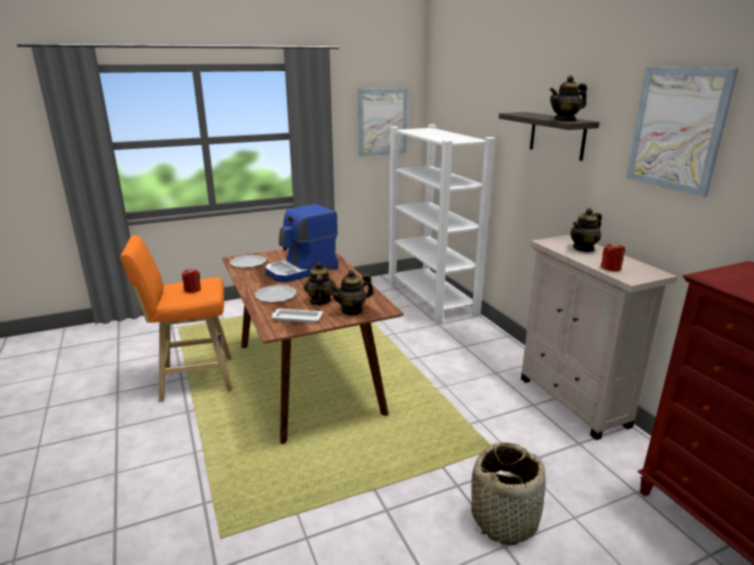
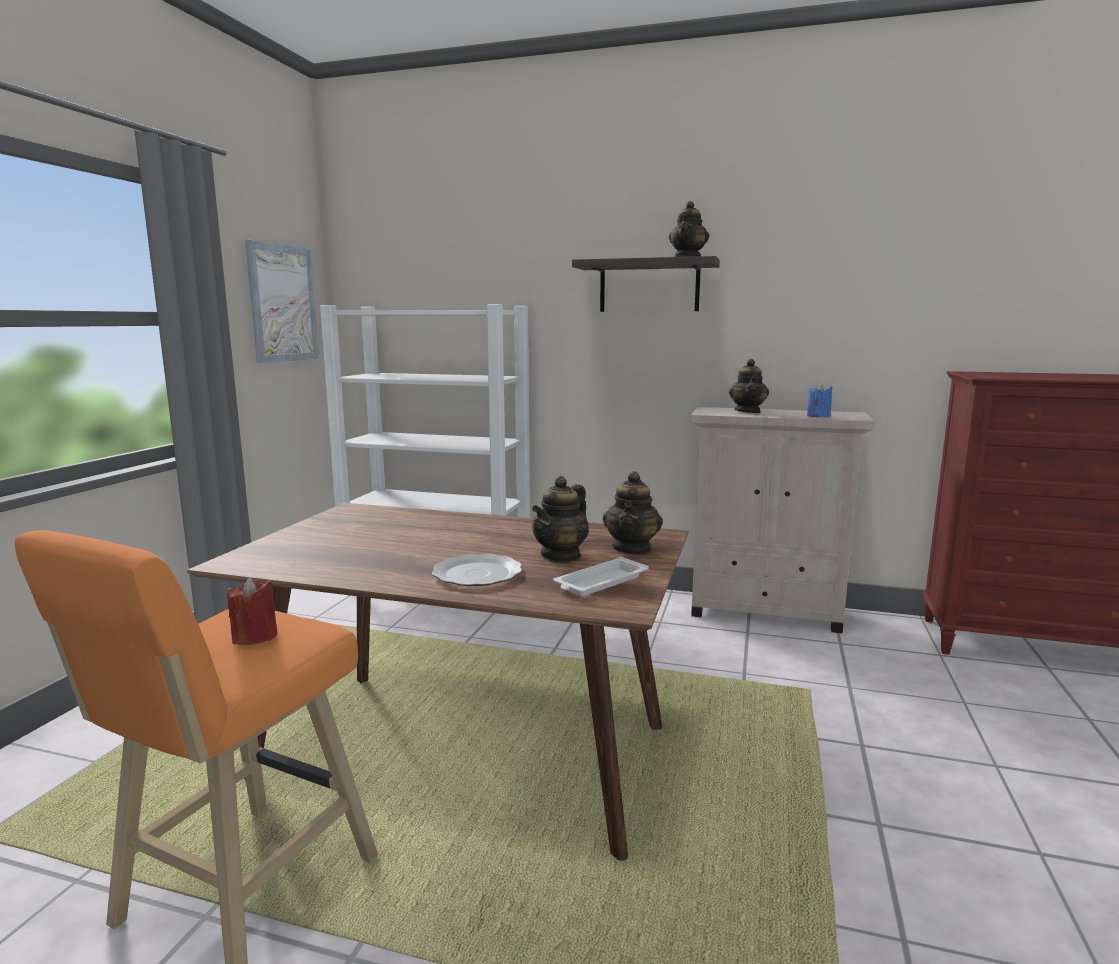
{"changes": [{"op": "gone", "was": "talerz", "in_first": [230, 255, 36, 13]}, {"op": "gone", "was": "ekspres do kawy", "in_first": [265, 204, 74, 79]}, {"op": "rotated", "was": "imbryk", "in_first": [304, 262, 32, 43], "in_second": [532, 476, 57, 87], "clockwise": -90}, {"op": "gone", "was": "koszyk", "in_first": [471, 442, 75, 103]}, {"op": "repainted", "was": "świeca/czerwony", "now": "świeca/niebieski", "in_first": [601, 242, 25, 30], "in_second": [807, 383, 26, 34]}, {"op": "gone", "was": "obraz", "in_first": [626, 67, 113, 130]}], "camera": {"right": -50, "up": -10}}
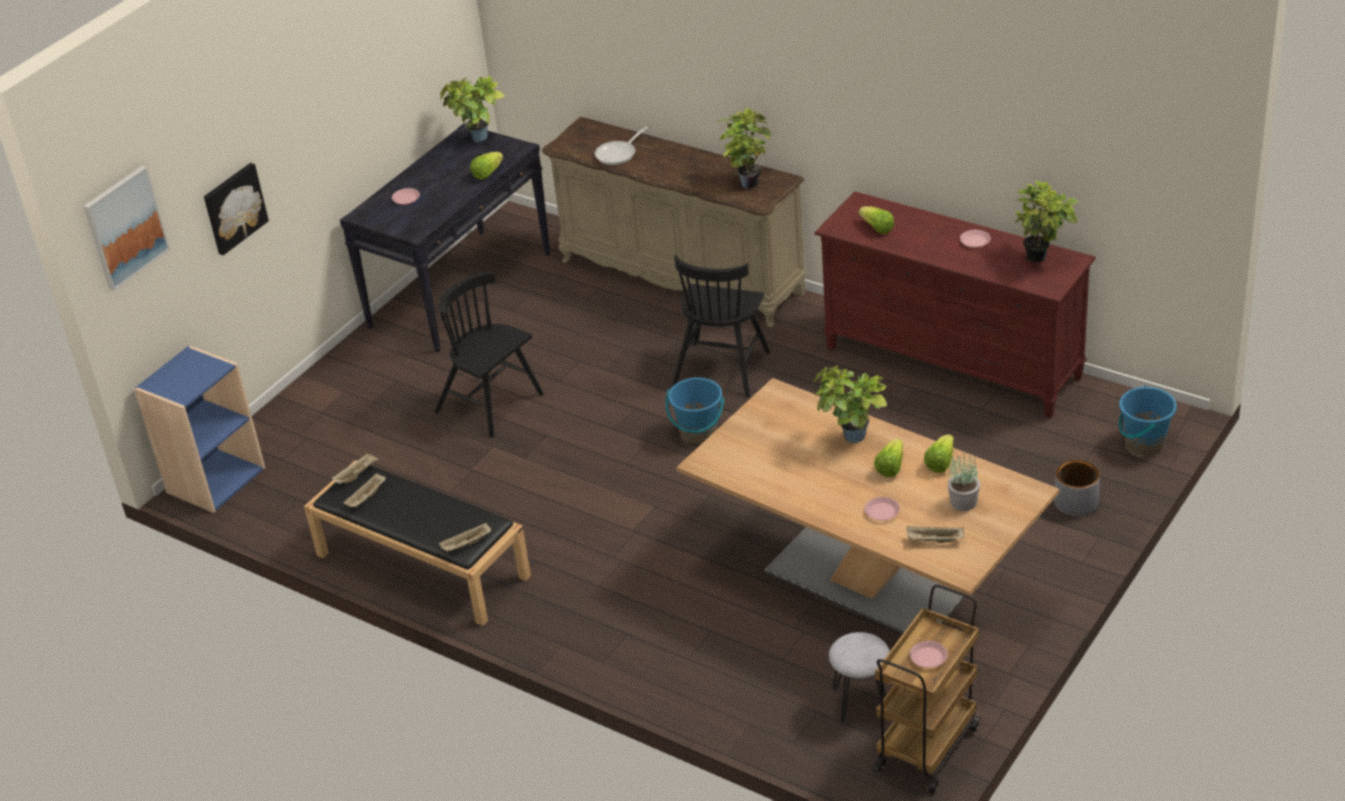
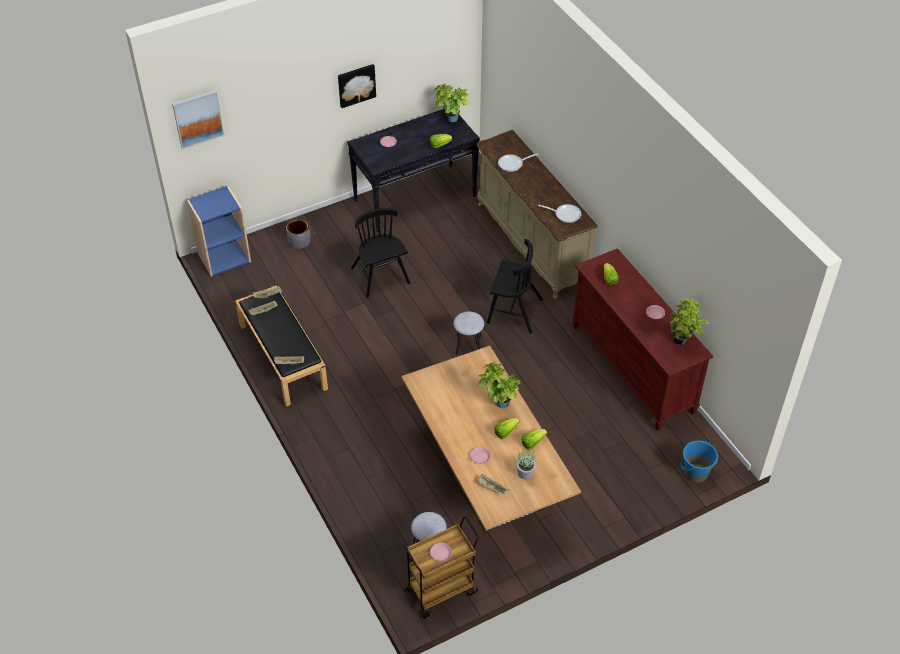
{"changes": [{"op": "shifted", "was": "obraz", "in_first": [204, 163, 65, 92], "in_second": [338, 64, 38, 44]}, {"op": "swapped", "was": "wiadro/niebieski", "now": "stołek/szary", "in_first": [665, 378, 60, 66], "in_second": [453, 311, 31, 44]}, {"op": "rotated", "was": "krzesło/czarny", "in_first": [672, 255, 98, 143], "in_second": [487, 239, 56, 94], "clockwise": -120}, {"op": "swapped", "was": "roślina doniczkowa", "now": "patelnia", "in_first": [718, 107, 53, 82], "in_second": [539, 204, 42, 19]}, {"op": "shifted", "was": "donica/szary", "in_first": [1054, 460, 46, 56], "in_second": [286, 219, 25, 30]}], "camera": {"right": 25, "up": 10}}
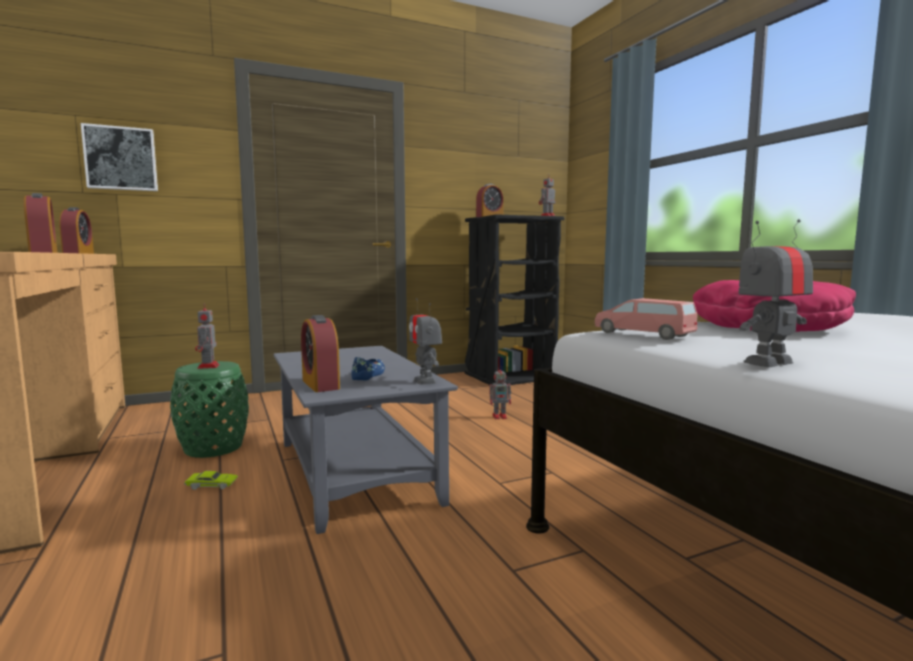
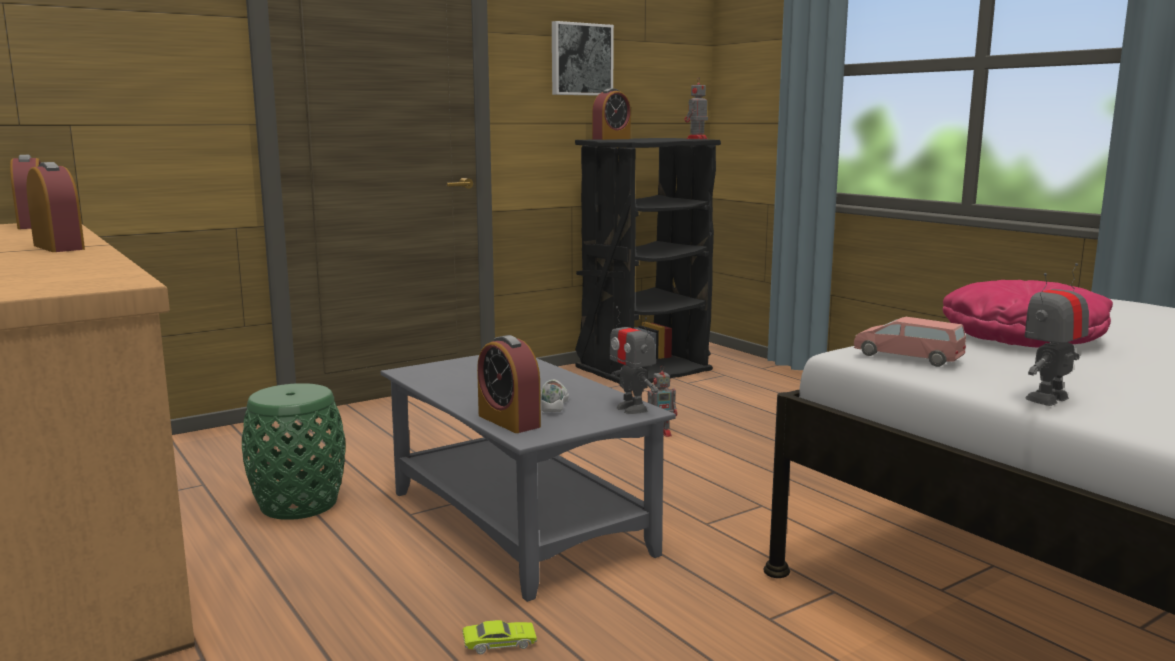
{"changes": [{"op": "shifted", "was": "obraz", "in_first": [81, 123, 77, 68], "in_second": [552, 21, 62, 75]}, {"op": "shifted", "was": "samochodzik/zielony", "in_first": [184, 471, 54, 19], "in_second": [462, 620, 75, 35]}, {"op": "gone", "was": "robot zabawkowy", "in_first": [195, 303, 25, 66]}, {"op": "repainted", "was": "but/niebieski", "now": "but/biały", "in_first": [351, 357, 34, 23], "in_second": [541, 380, 28, 32]}], "camera": {"right": -10, "up": 5}}
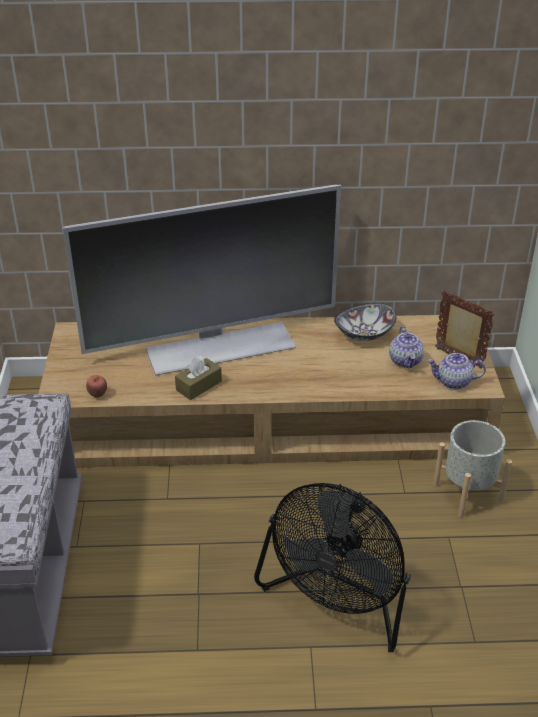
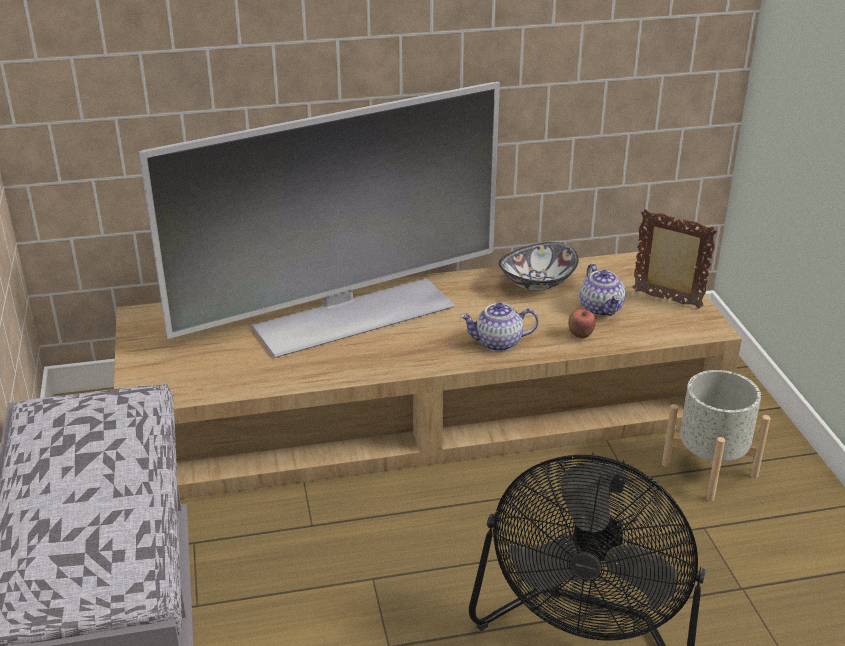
{"changes": [{"op": "shifted", "was": "jabłko", "in_first": [86, 375, 21, 22], "in_second": [568, 309, 28, 30]}, {"op": "gone", "was": "pudełko chusteczek/brązowy", "in_first": [175, 356, 47, 44]}, {"op": "shifted", "was": "imbryk", "in_first": [427, 353, 59, 36], "in_second": [460, 302, 79, 50]}], "camera": {"right": -10, "up": -5}}
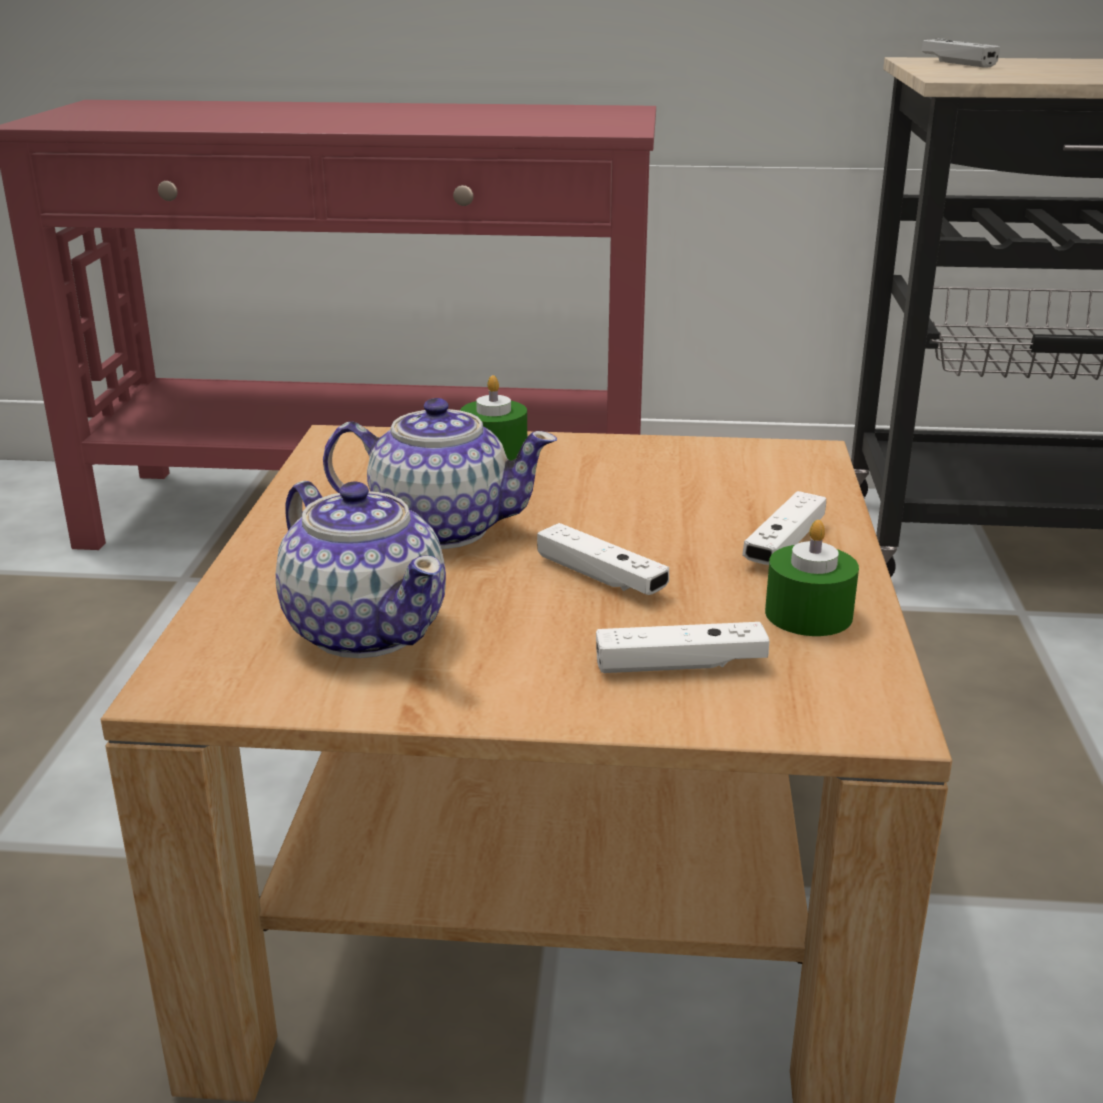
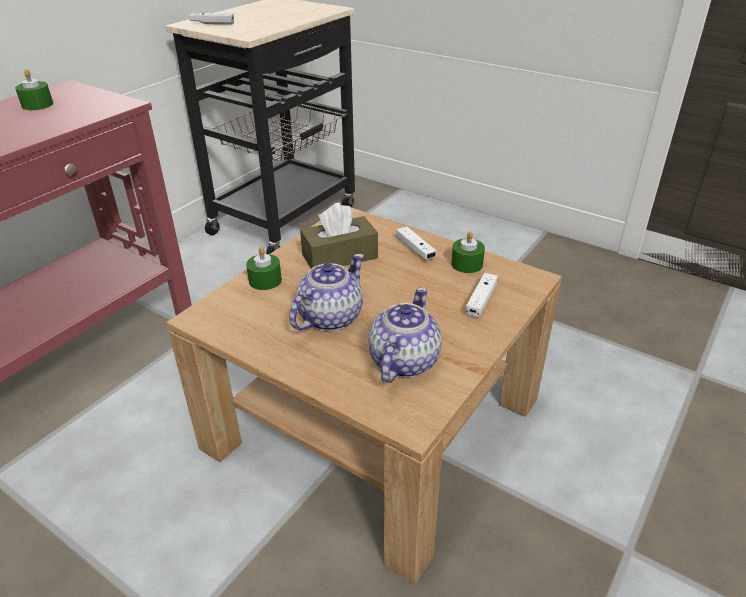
{"changes": [{"op": "rotated", "was": "imbryk", "in_first": [276, 481, 170, 177], "in_second": [368, 287, 74, 96], "clockwise": -60}, {"op": "gone", "was": "pad do gier/biały", "in_first": [537, 523, 132, 72]}, {"op": "new", "now": "świeca/zielony", "in_second": [15, 69, 38, 41]}, {"op": "new", "now": "pudełko chusteczek/brązowy", "in_second": [300, 203, 78, 66]}], "camera": {"right": -60, "up": 10}}
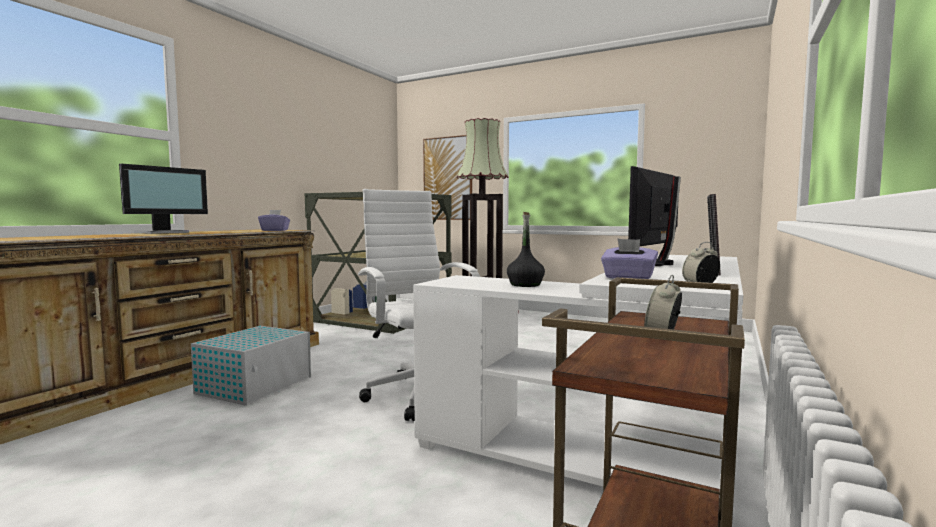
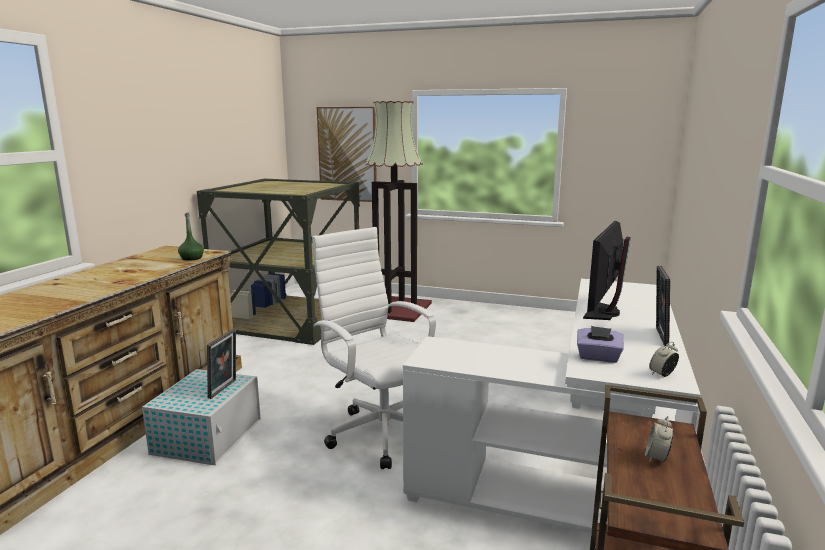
{"changes": [{"op": "gone", "was": "monitor", "in_first": [119, 164, 89, 70]}, {"op": "swapped", "was": "pudełko chusteczek/fioletowy", "now": "butelka/zielony", "in_first": [258, 210, 32, 21], "in_second": [178, 212, 26, 49]}, {"op": "gone", "was": "butelka/czarny", "in_first": [507, 212, 38, 75]}, {"op": "new", "now": "ramka na zdjęcie", "in_second": [207, 329, 29, 70]}], "camera": {"right": -10, "up": 10}}
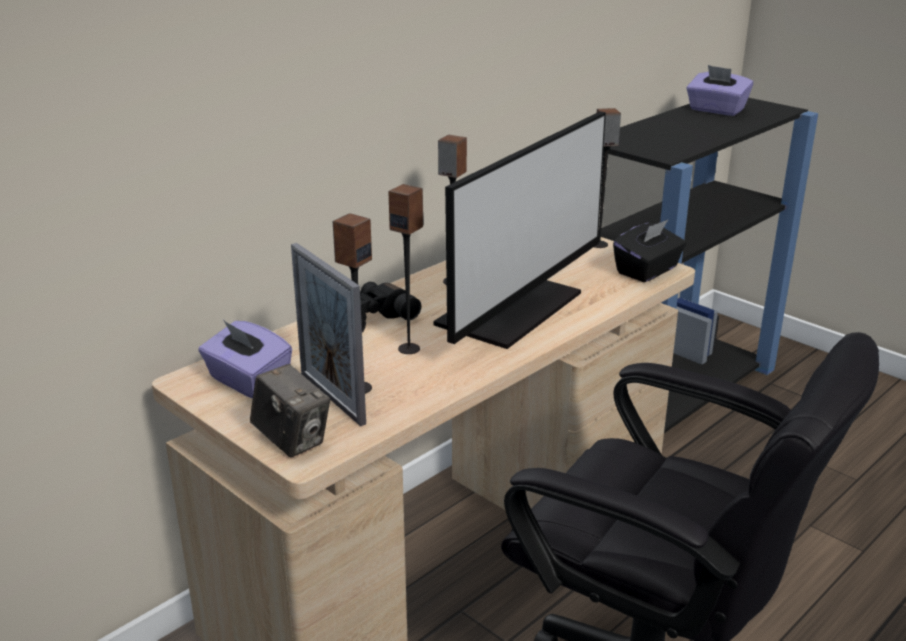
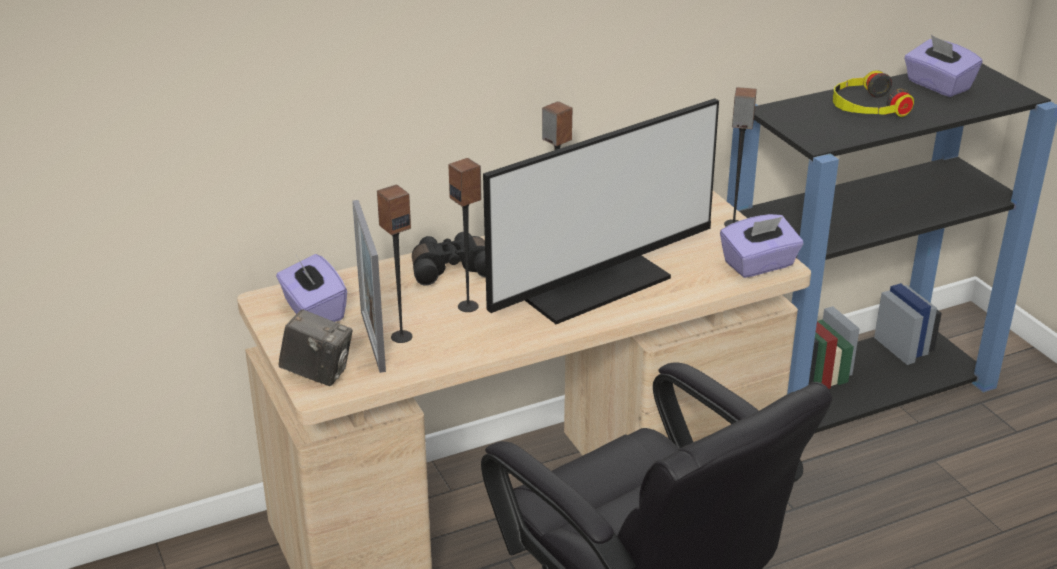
{"changes": [{"op": "rotated", "was": "aparat fotograficzny", "in_first": [250, 364, 80, 93], "in_second": [279, 309, 74, 77], "clockwise": -45}, {"op": "repainted", "was": "pudełko chusteczek/czarny", "now": "pudełko chusteczek/fioletowy", "in_first": [613, 220, 73, 62], "in_second": [720, 214, 83, 64]}, {"op": "new", "now": "słuchawki", "in_second": [833, 70, 81, 47]}], "camera": {"right": 20, "up": 5}}
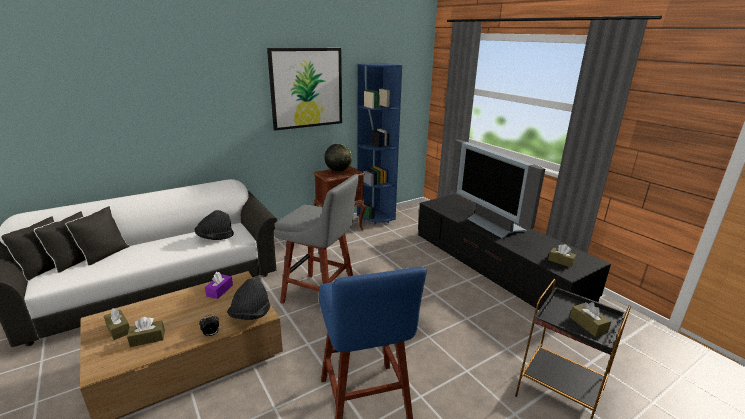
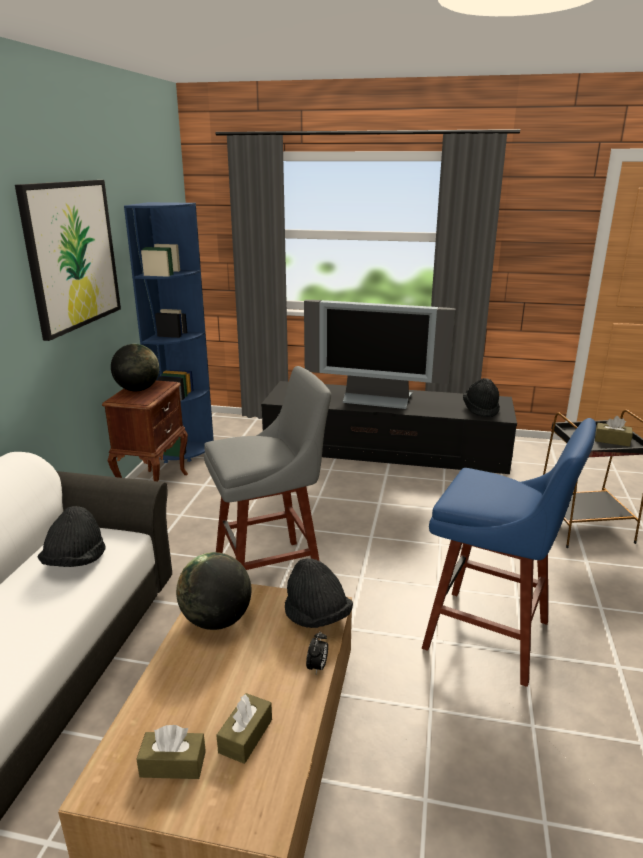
{"changes": [{"op": "swapped", "was": "pudełko chusteczek/fioletowy", "now": "globus", "in_first": [205, 272, 28, 27], "in_second": [176, 552, 76, 78]}, {"op": "swapped", "was": "pudełko chusteczek/brązowy", "now": "kapelusz/czarny", "in_first": [548, 244, 28, 23], "in_second": [463, 378, 37, 39]}], "camera": {"right": -45, "up": 0}}
